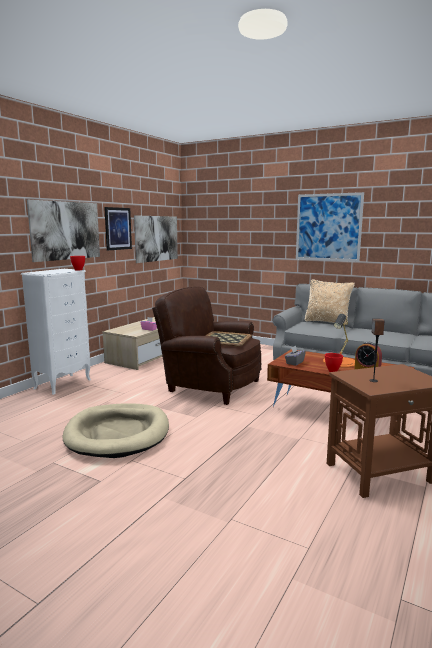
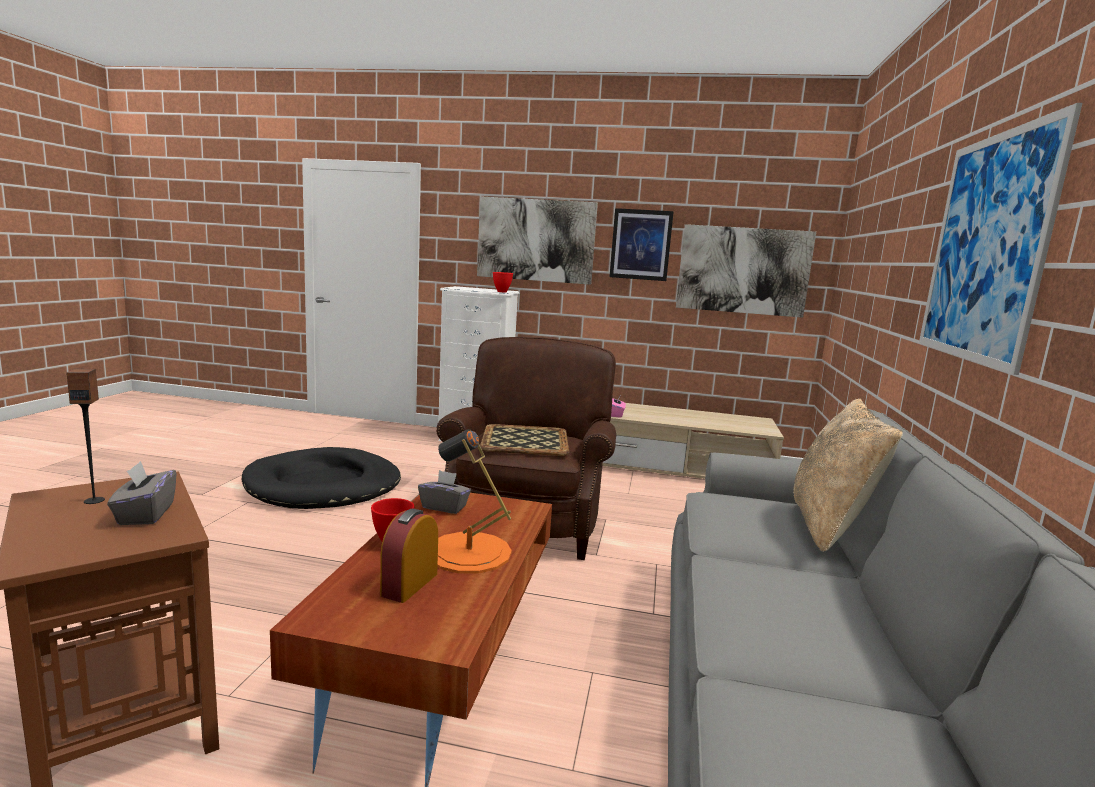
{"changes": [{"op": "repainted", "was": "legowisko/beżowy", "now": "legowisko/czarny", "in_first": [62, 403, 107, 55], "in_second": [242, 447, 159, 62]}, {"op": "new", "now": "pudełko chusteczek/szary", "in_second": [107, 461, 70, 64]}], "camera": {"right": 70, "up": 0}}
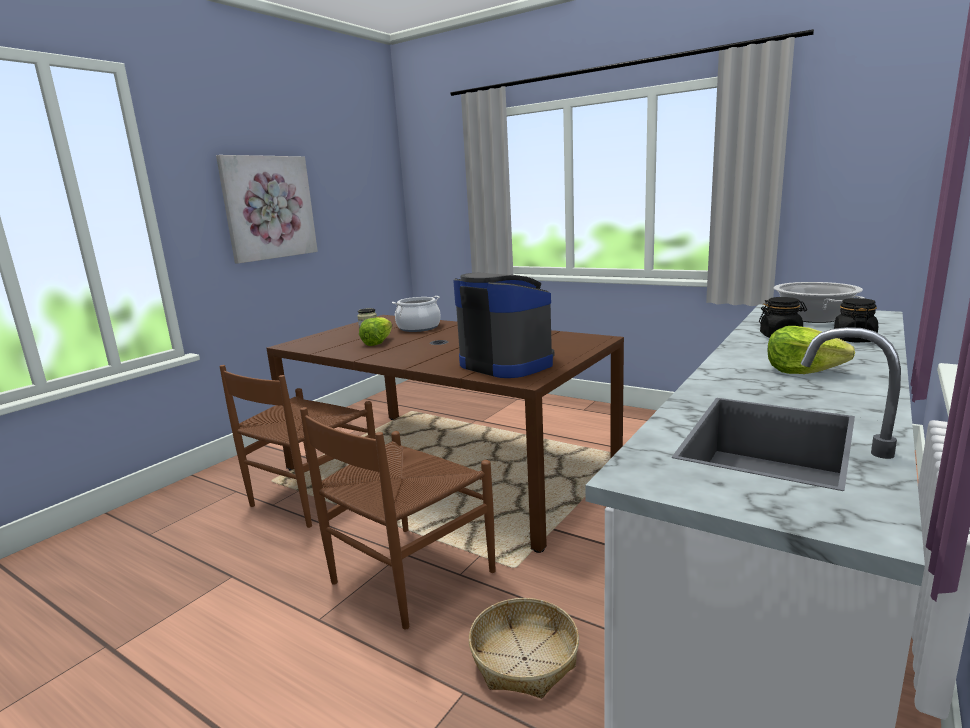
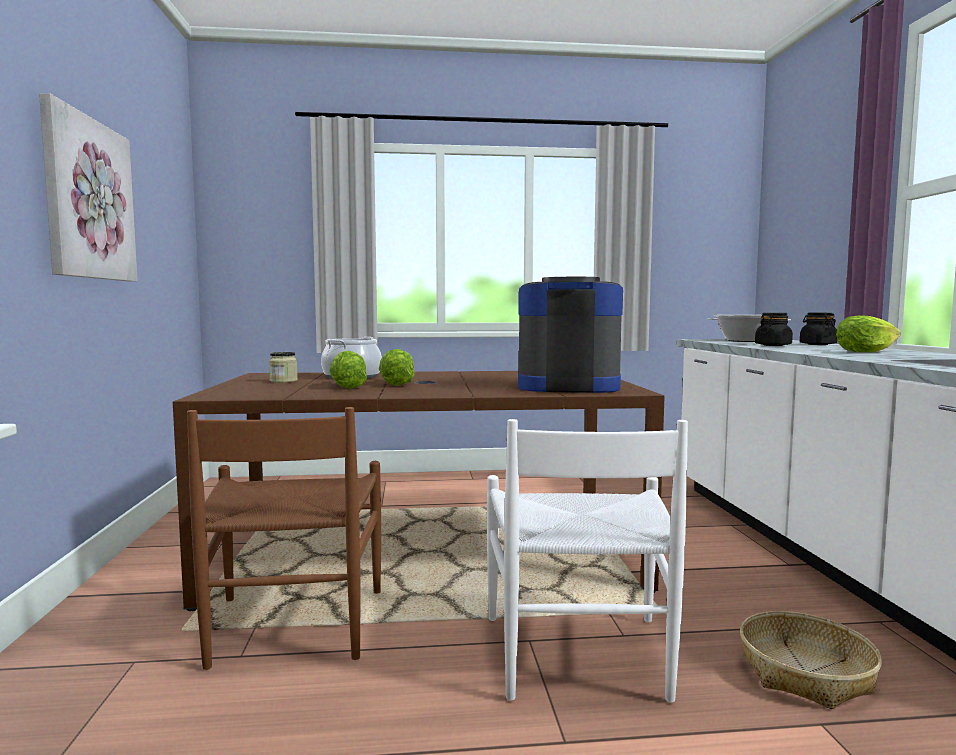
{"changes": [{"op": "repainted", "was": "krzesło/brązowy", "now": "krzesło/biały", "in_first": [300, 407, 195, 223], "in_second": [487, 419, 201, 284]}, {"op": "new", "now": "sałata", "in_second": [379, 349, 35, 37]}], "camera": {"right": -40, "up": -10}}
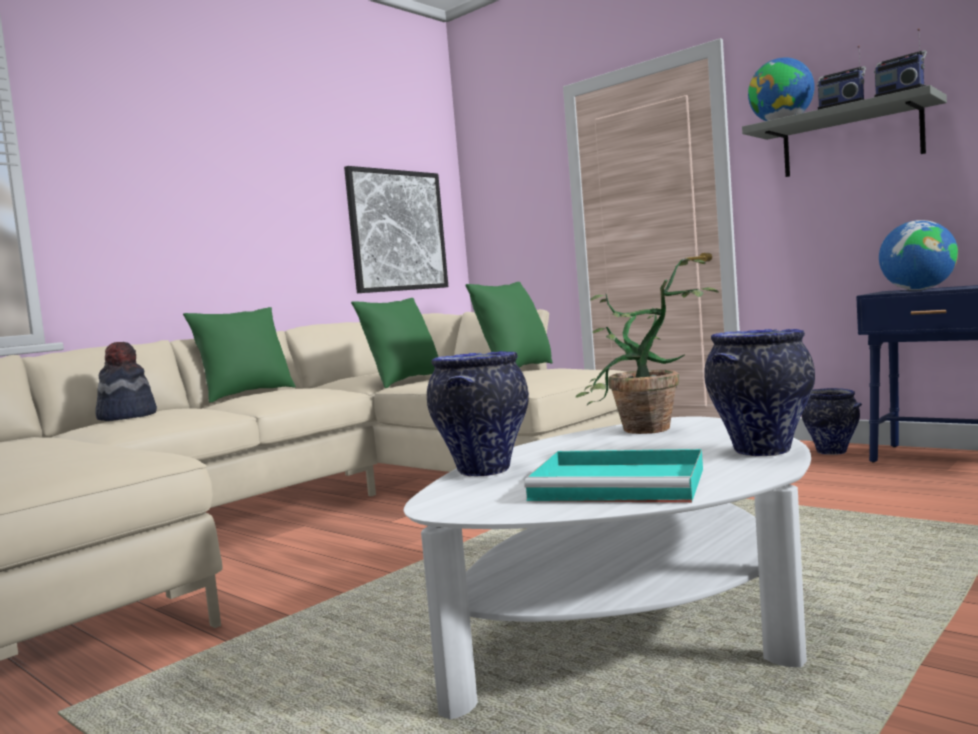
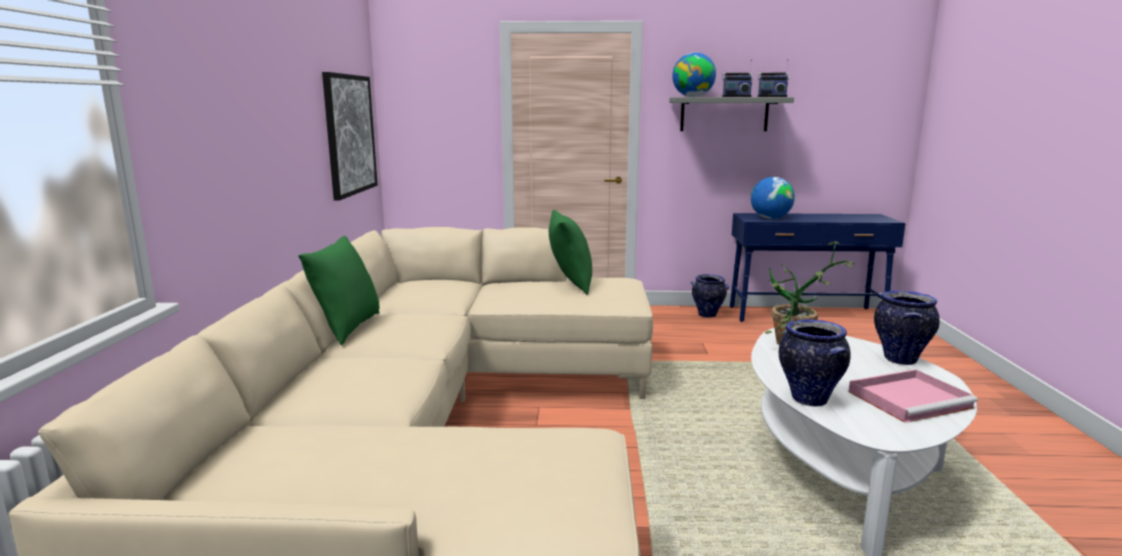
{"changes": [{"op": "gone", "was": "kapelusz", "in_first": [95, 342, 62, 79]}, {"op": "gone", "was": "poduszka/zielony", "in_first": [351, 298, 87, 90]}, {"op": "repainted", "was": "taca/turkusowy", "now": "taca/różowy", "in_first": [524, 449, 179, 54], "in_second": [848, 369, 130, 54]}], "camera": {"right": -40, "up": 10}}
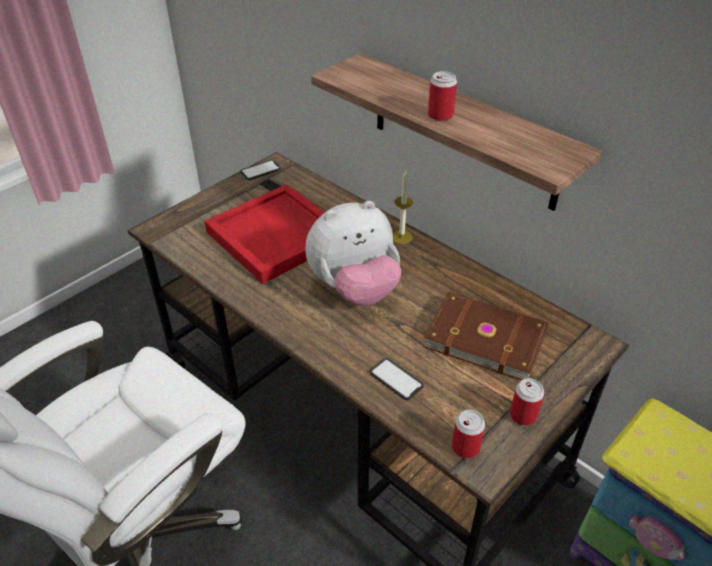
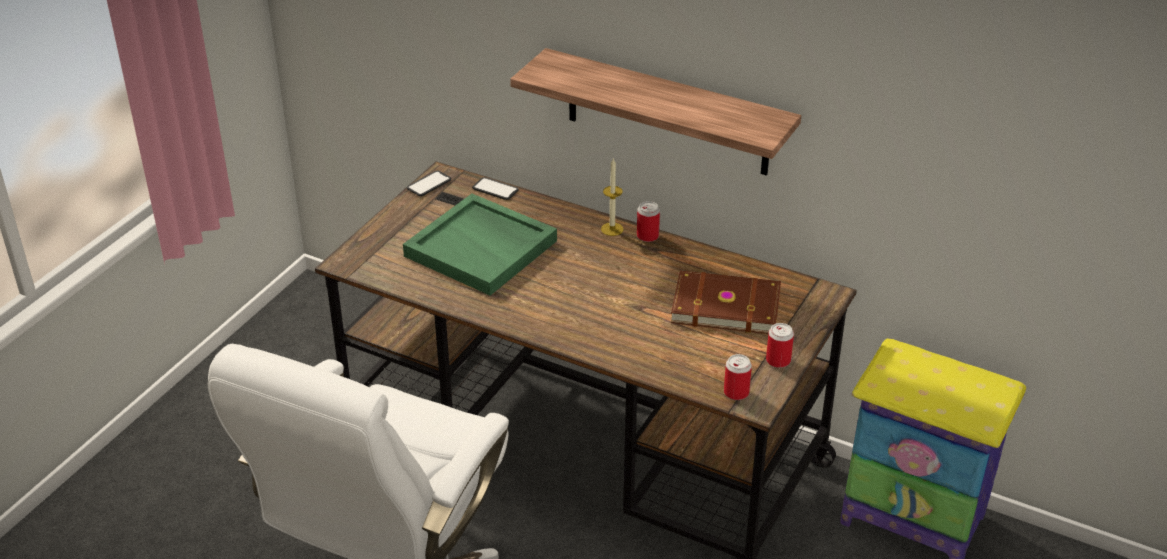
{"changes": [{"op": "repainted", "was": "taca/czerwony", "now": "taca/zielony", "in_first": [204, 184, 121, 100], "in_second": [403, 194, 154, 102]}, {"op": "gone", "was": "pluszak", "in_first": [305, 201, 96, 105]}, {"op": "shifted", "was": "telefon", "in_first": [370, 358, 54, 42], "in_second": [472, 177, 47, 23]}, {"op": "shifted", "was": "puszka", "in_first": [428, 71, 29, 50], "in_second": [637, 201, 23, 41]}], "camera": {"right": -15, "up": -5}}
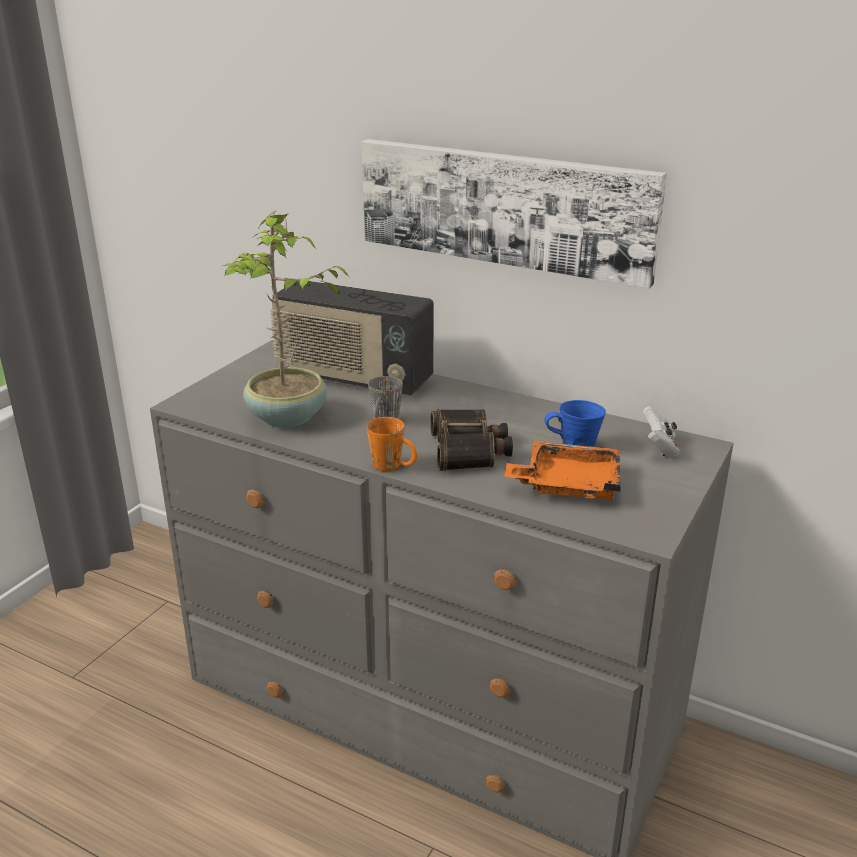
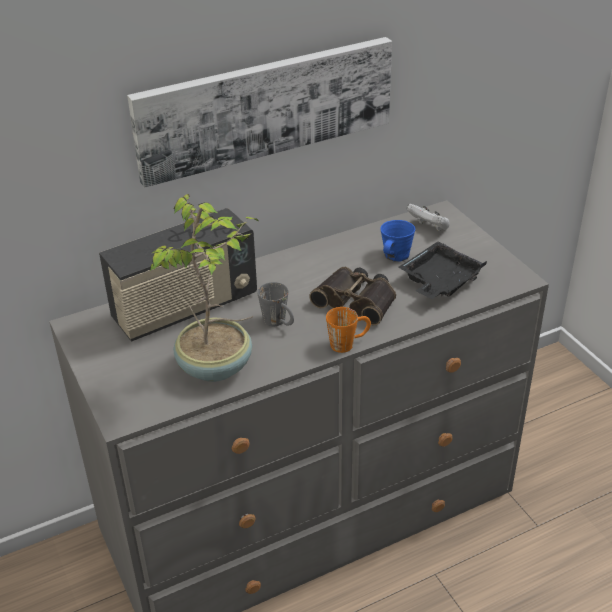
{"changes": [{"op": "repainted", "was": "taca/pomarańczowy", "now": "taca/czarny", "in_first": [504, 441, 117, 59], "in_second": [398, 242, 90, 57]}], "camera": {"right": -55, "up": 10}}
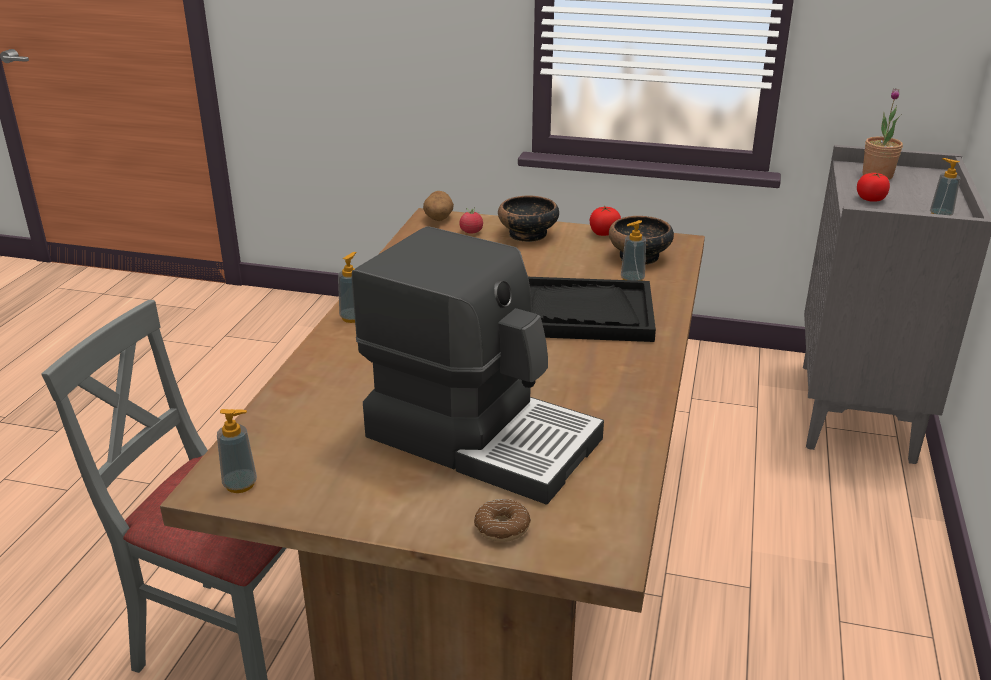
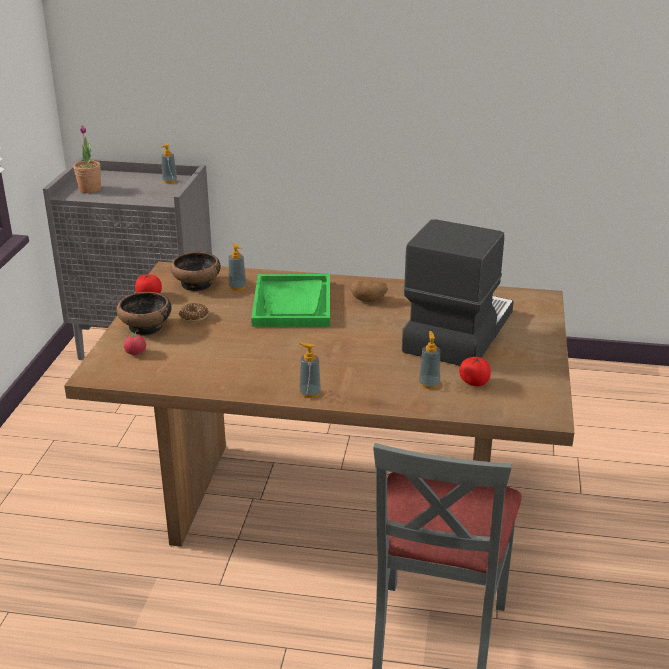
{"changes": [{"op": "shifted", "was": "dozownik mydła", "in_first": [217, 409, 40, 84], "in_second": [419, 331, 21, 58]}, {"op": "shifted", "was": "ziemniak", "in_first": [423, 191, 31, 30], "in_second": [350, 280, 38, 22]}, {"op": "shifted", "was": "donut", "in_first": [474, 499, 57, 43], "in_second": [179, 303, 30, 19]}, {"op": "repainted", "was": "taca/czarny", "now": "taca/zielony", "in_first": [528, 277, 128, 65], "in_second": [251, 274, 79, 53]}, {"op": "shifted", "was": "pomidor", "in_first": [857, 173, 33, 29], "in_second": [459, 357, 32, 29]}], "camera": {"right": -95, "up": 0}}
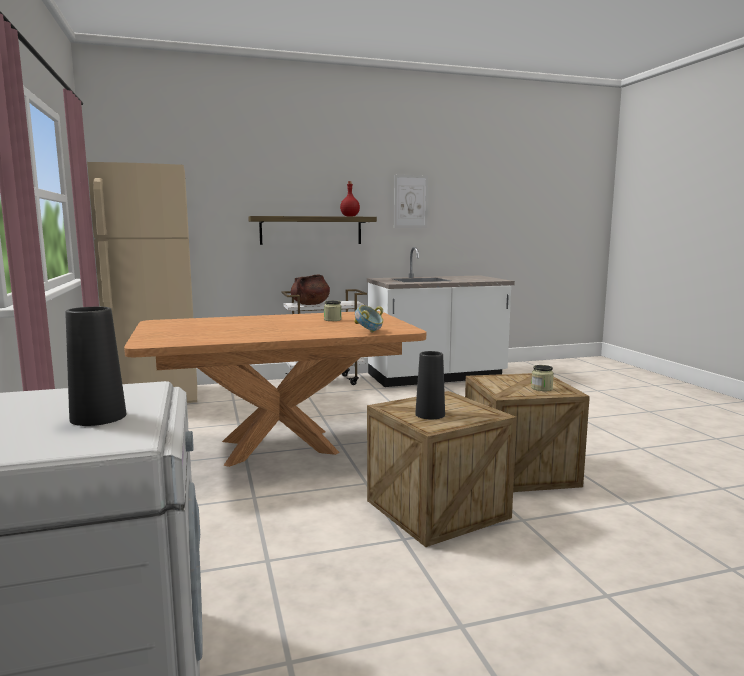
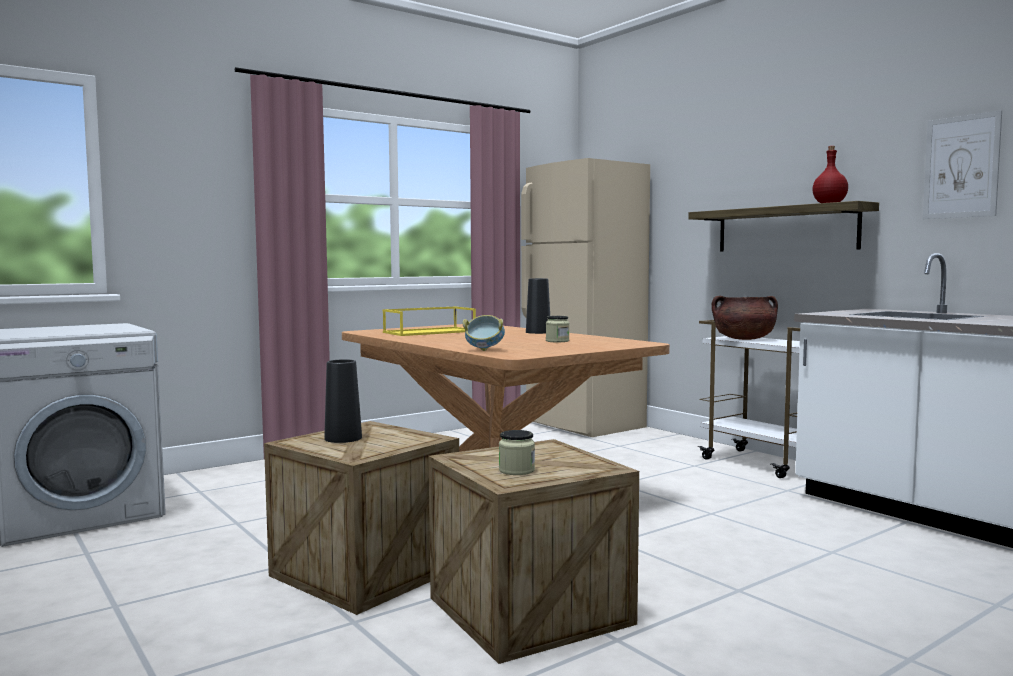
{"changes": [{"op": "shifted", "was": "wazon/czarny", "in_first": [66, 307, 60, 119], "in_second": [526, 278, 24, 56]}, {"op": "new", "now": "taca/żółty", "in_second": [383, 306, 93, 30]}], "camera": {"right": 70, "up": -5}}
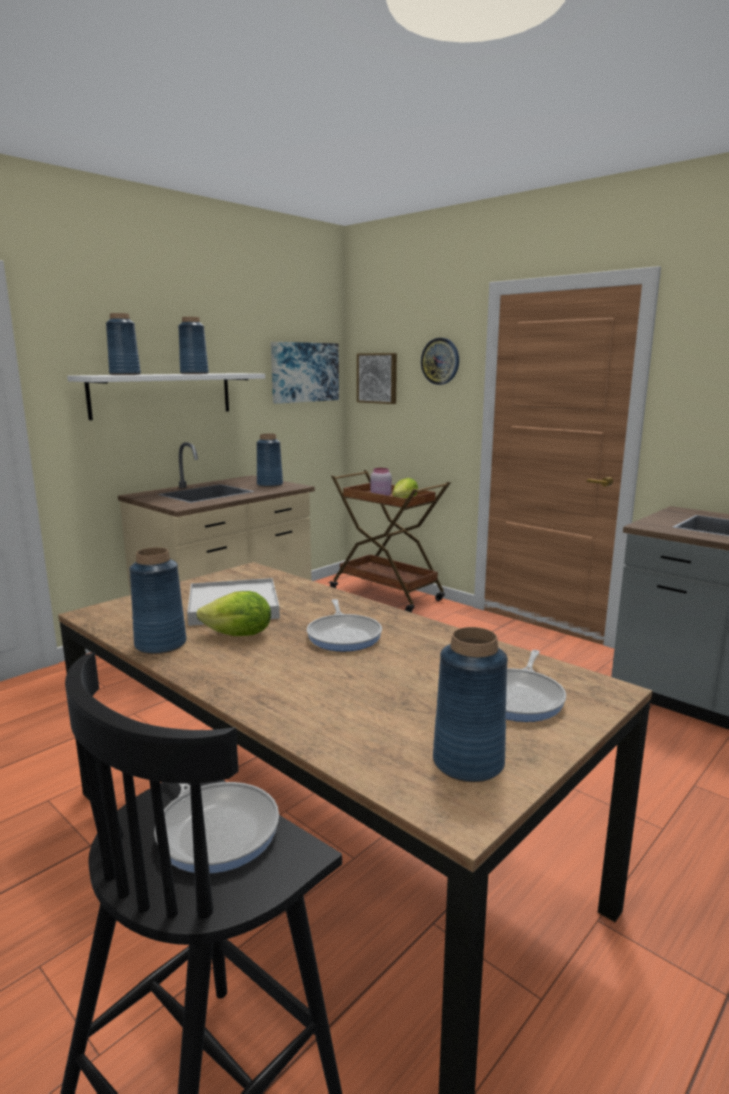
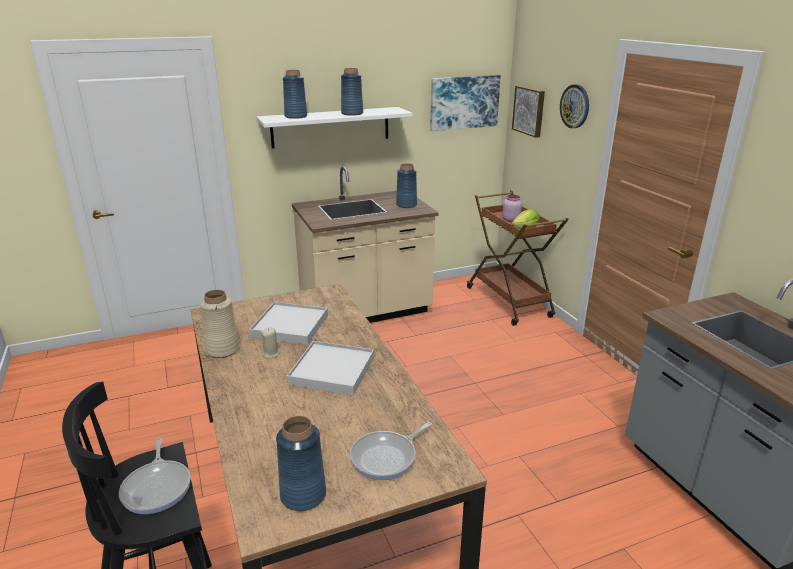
{"changes": [{"op": "repainted", "was": "wazon/niebieski", "now": "wazon/beżowy", "in_first": [129, 547, 58, 107], "in_second": [200, 290, 39, 68]}, {"op": "swapped", "was": "sałata", "now": "świeca/beżowy", "in_first": [197, 591, 74, 45], "in_second": [261, 327, 19, 31]}, {"op": "swapped", "was": "patelnia", "now": "taca/biały", "in_first": [307, 599, 75, 52], "in_second": [287, 341, 87, 54]}], "camera": {"right": 25, "up": 10}}
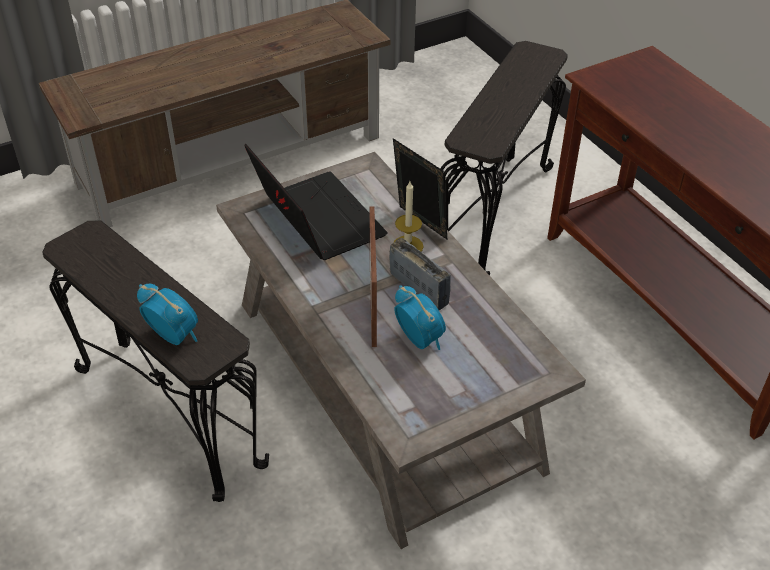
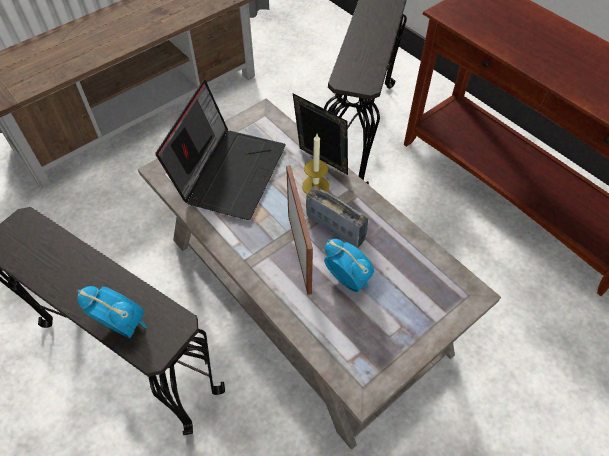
{"changes": [{"op": "rotated", "was": "laptop", "in_first": [244, 143, 144, 117], "in_second": [156, 80, 130, 140], "clockwise": 60}], "camera": {"right": -10, "up": 10}}
